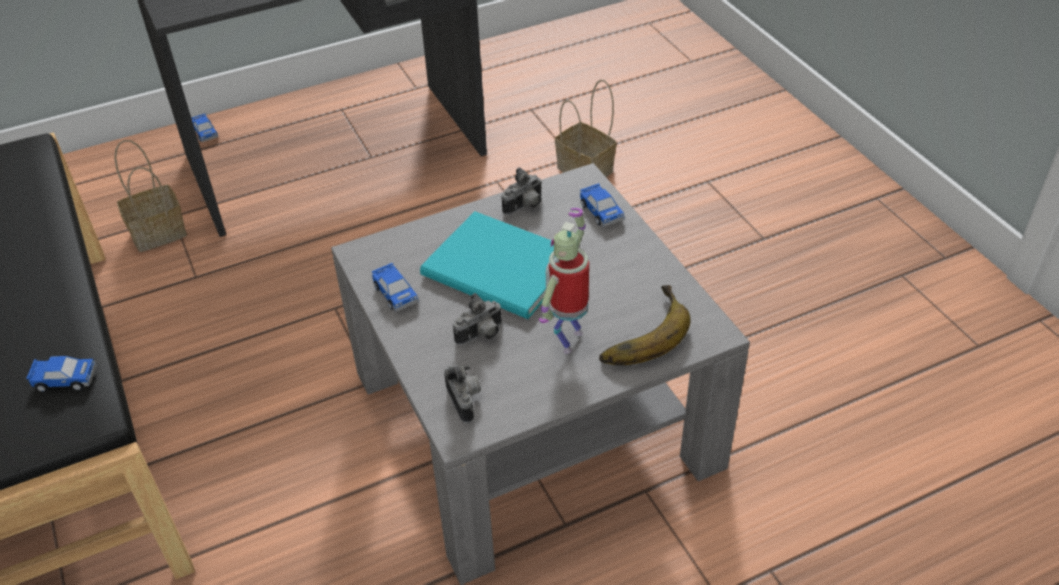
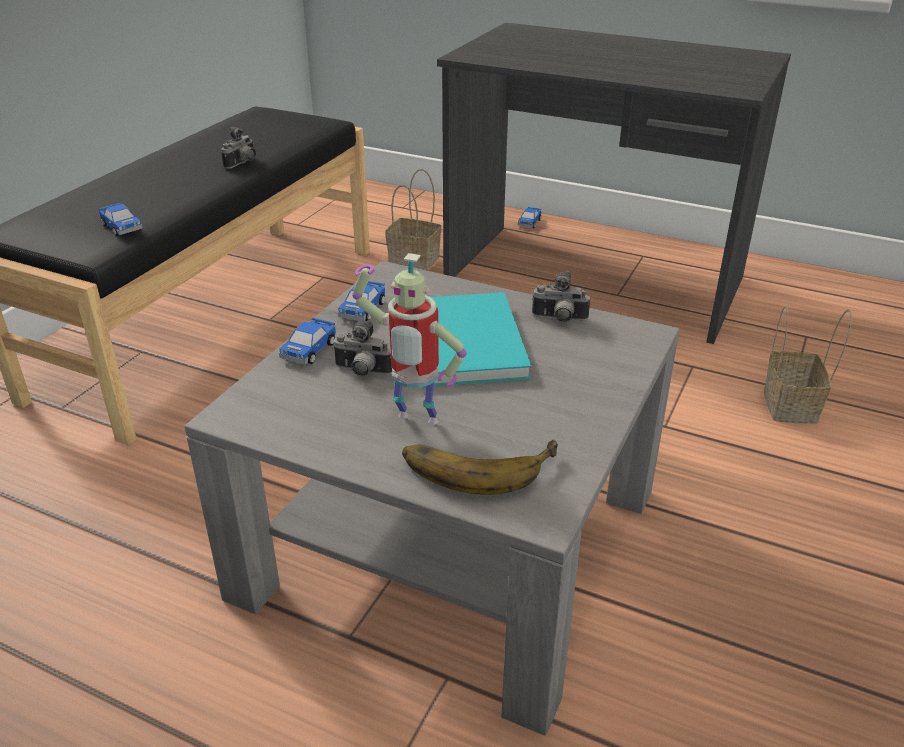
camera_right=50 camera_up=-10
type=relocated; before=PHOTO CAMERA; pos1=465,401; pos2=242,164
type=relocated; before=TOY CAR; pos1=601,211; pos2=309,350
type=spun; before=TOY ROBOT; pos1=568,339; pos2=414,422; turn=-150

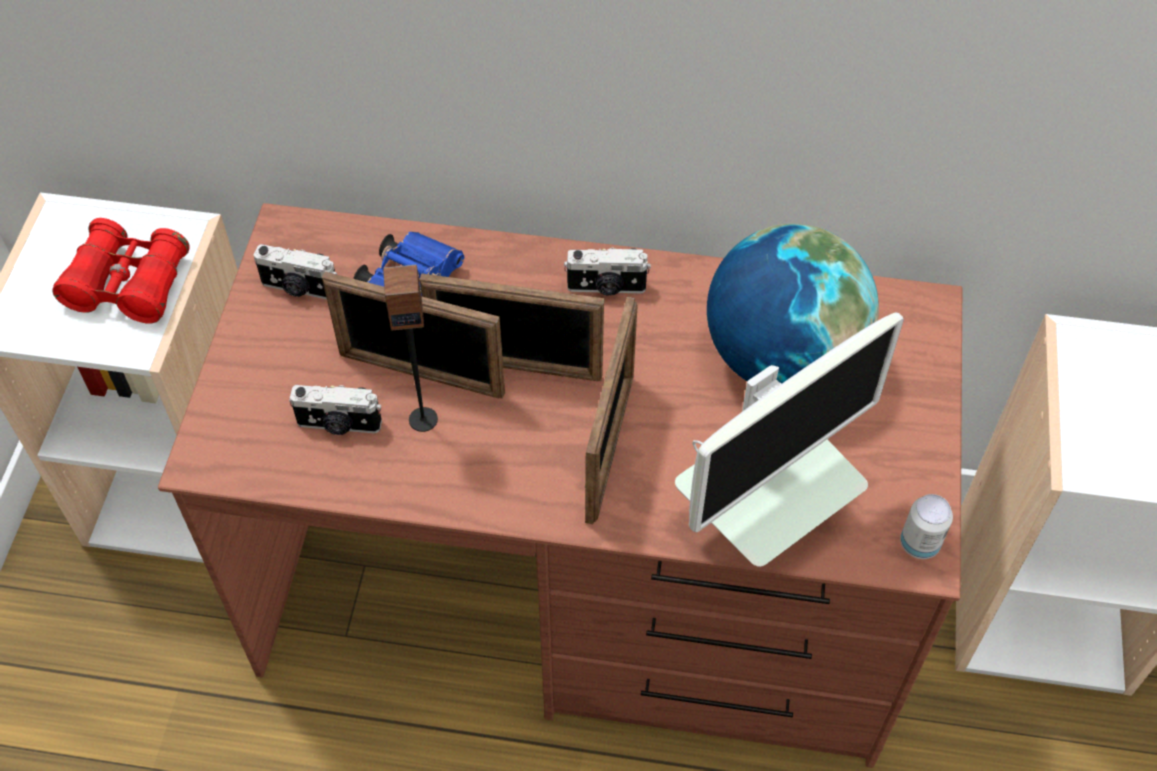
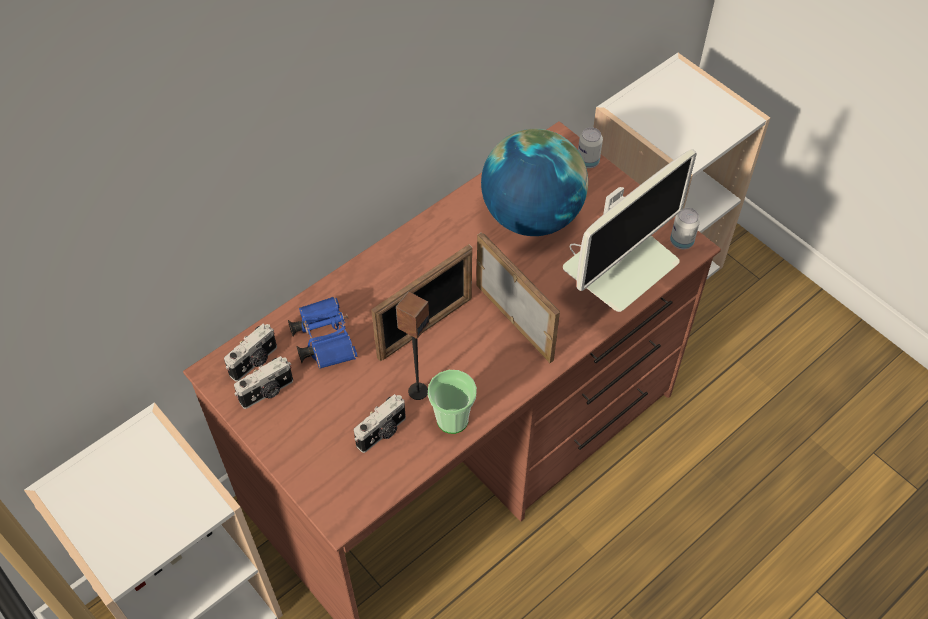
camera_right=-50 camera_up=0
type=missing; before=RED BINOCULARS; pos1=129,284
type=missing; before=PICTURE FRAME; pos1=421,374
type=appeared; after=CUP; pos2=452,419
type=appeared; after=CAN; pos2=587,161
type=relocated; before=PHOTO CAMERA; pos1=606,288; pos2=255,362
type=spun; before=MONITOR; pos1=760,519; pos2=614,291; turn=45

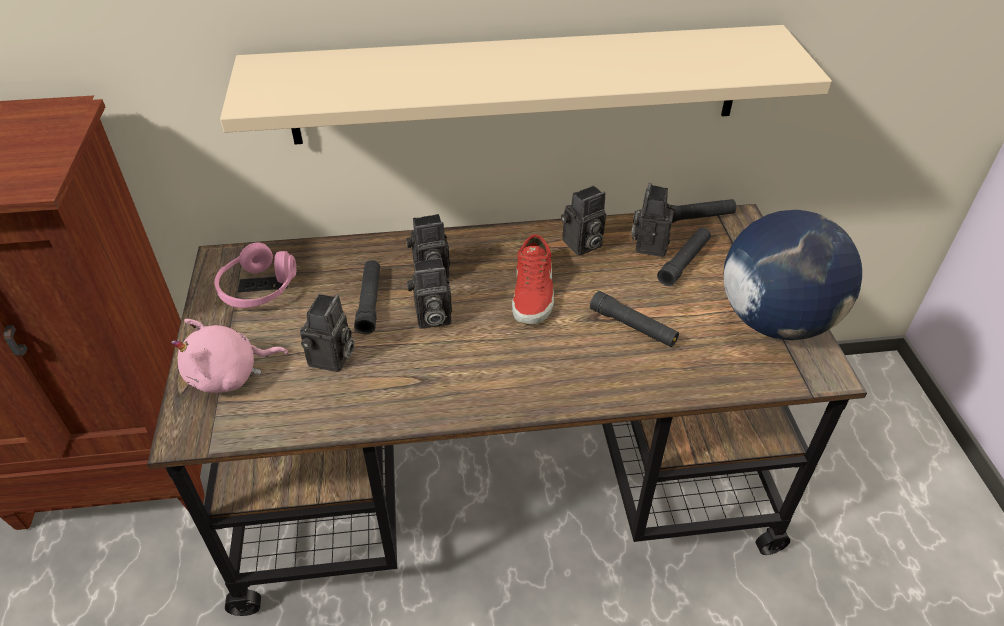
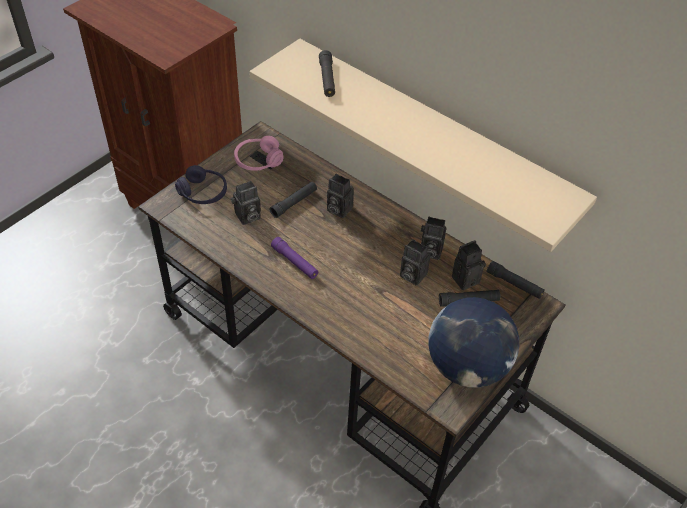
camera_right=45 camera_up=5
type=missing; before=RED SHOE; pos1=534,292
type=appeared; after=PURPLE FLASHLIGHT; pos2=295,262
type=relocated; before=PHOTO CAMERA; pos1=431,318; pos2=411,275
type=relocated; before=BLACK FLASHLIGHT; pos1=633,326; pos2=327,79
type=exchanged; before=PINK PLUSH TOY; after=PURPLE HEADPHONES; pos1=230,375; pos2=203,192

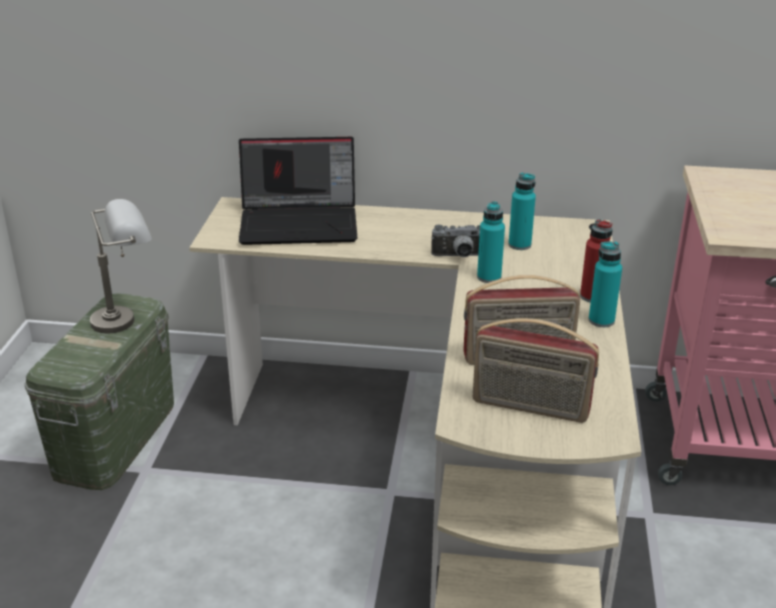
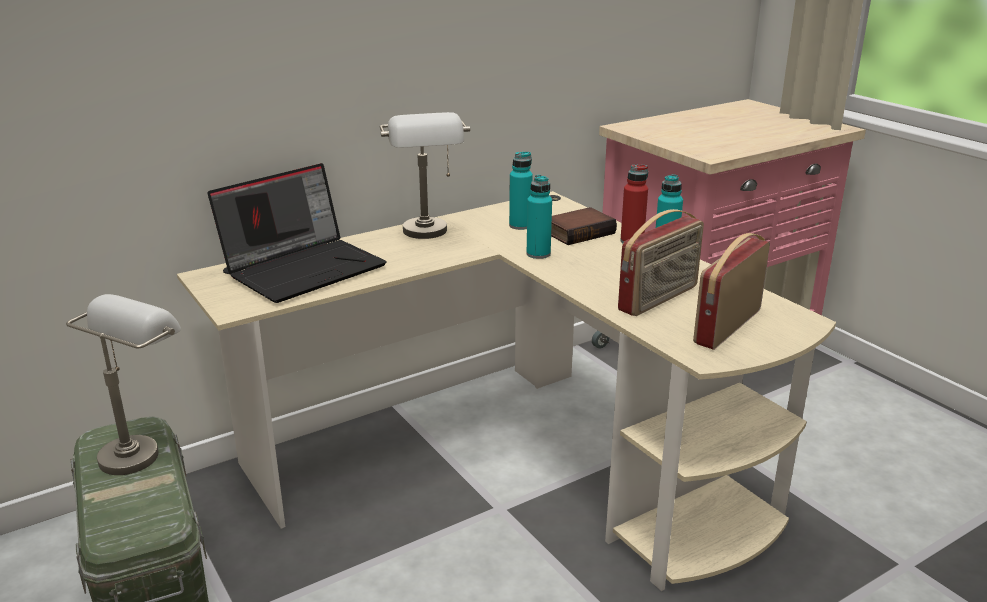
camera_right=-40 camera_up=-5
type=missing; before=PHOTO CAMERA; pos1=458,256
type=appeared; after=GREY TABLE LAMP; pos2=429,236
type=appeared; after=BOOK; pos2=578,232
type=spun; before=RADIO; pos1=530,407; pos2=726,326; turn=150

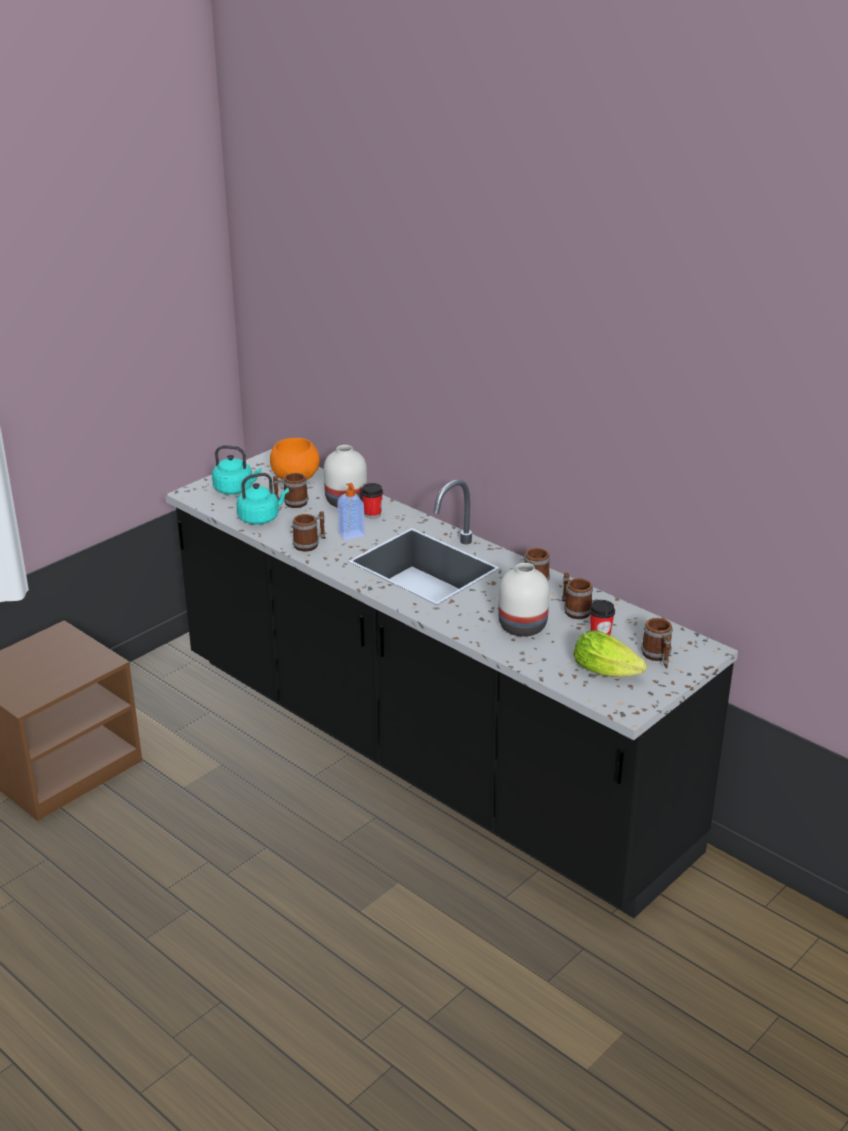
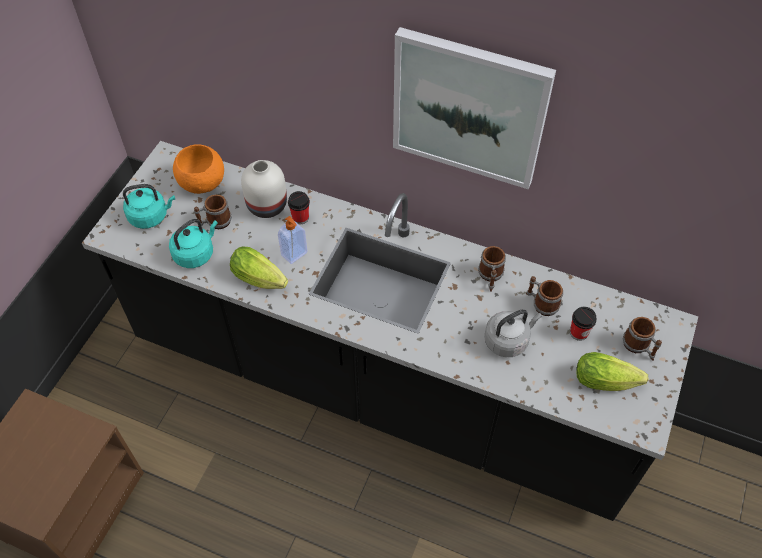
camera_right=-20 camera_up=25
type=appeared; after=PICTURE; pos2=469,108
type=exchanged; before=MUG; after=LETTUCE; pos1=310,544; pos2=261,279
type=exchanged; before=WHITE VASE; after=GREY KETTLE; pos1=523,626; pos2=508,340

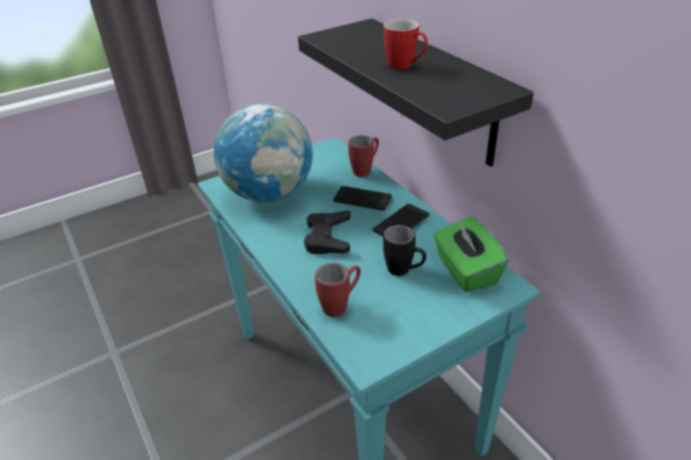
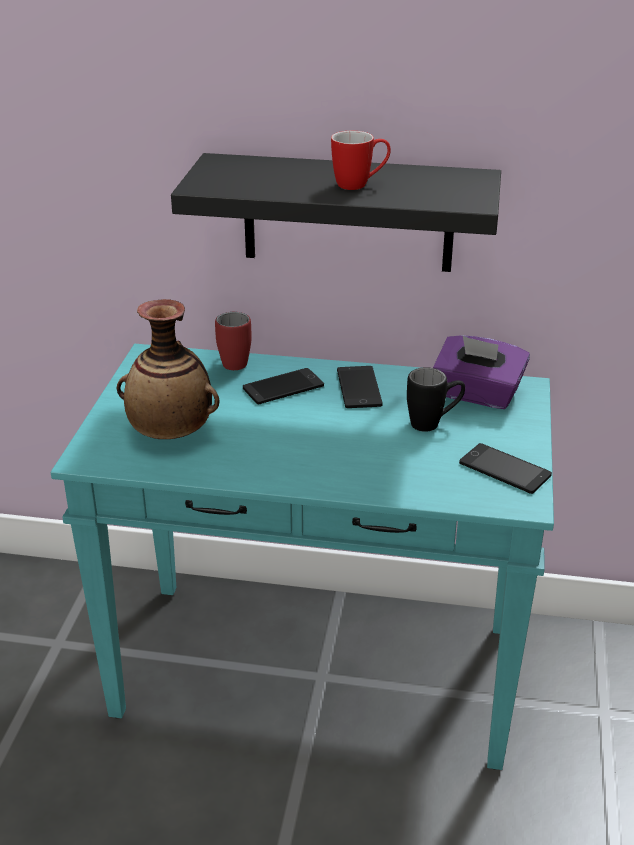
camera_right=-50 camera_up=-5
type=missing; before=BLACK GAME CONTROLLER; pos1=328,237
type=missing; before=RED MUG; pos1=341,305
type=appeared; after=PHONE; pos2=504,469
type=exchanged; before=GLOBE; after=VASE; pos1=269,194; pos2=172,434
type=colour; before=GREEN TISSUE BOX; after=PURPLE TISSUE BOX; pos1=465,271; pos2=477,394

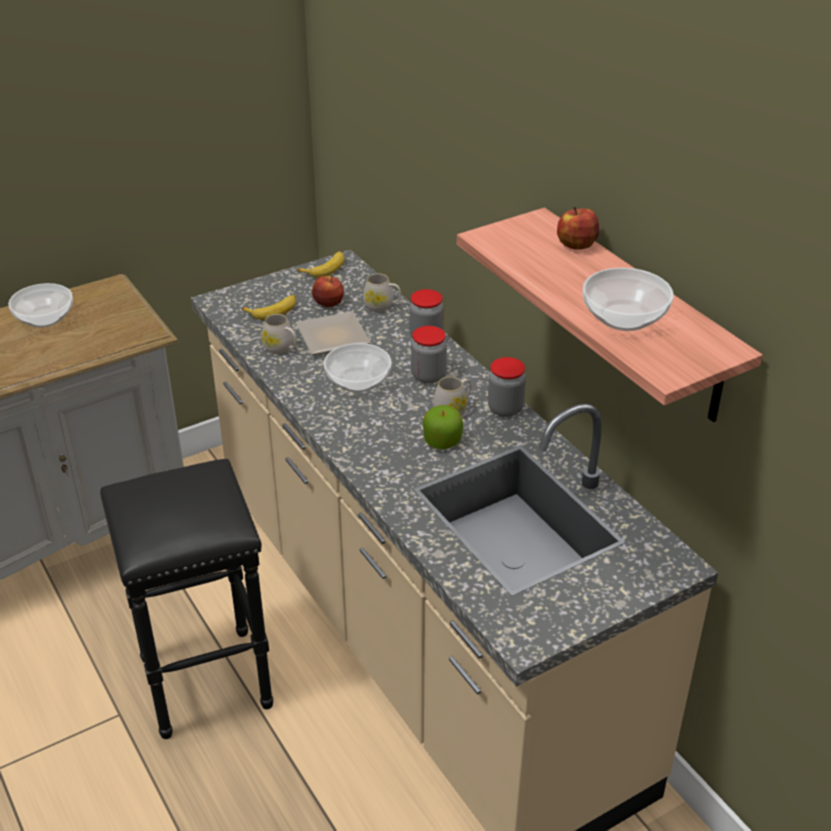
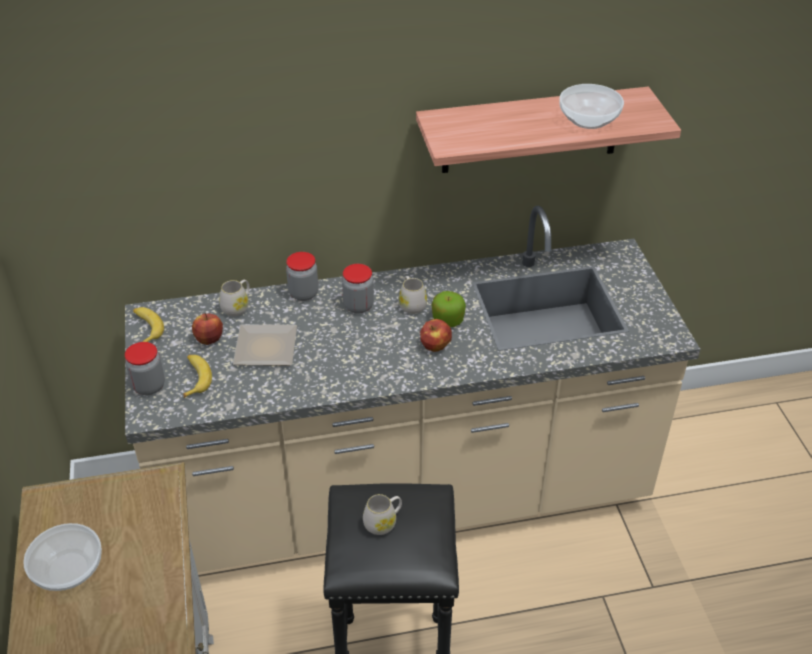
camera_right=-70 camera_up=5
type=missing; before=BOWL; pos1=359,381
type=relocated; before=WHITE MUG; pos1=281,349; pos2=383,522
type=relocated; before=JAR; pos1=505,409; pos2=149,386
type=relocated; before=APPLE; pos1=576,246; pos2=435,346

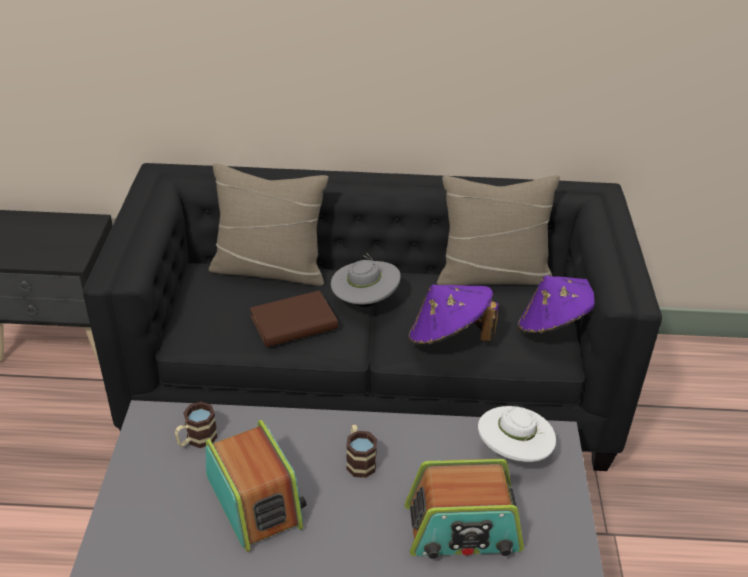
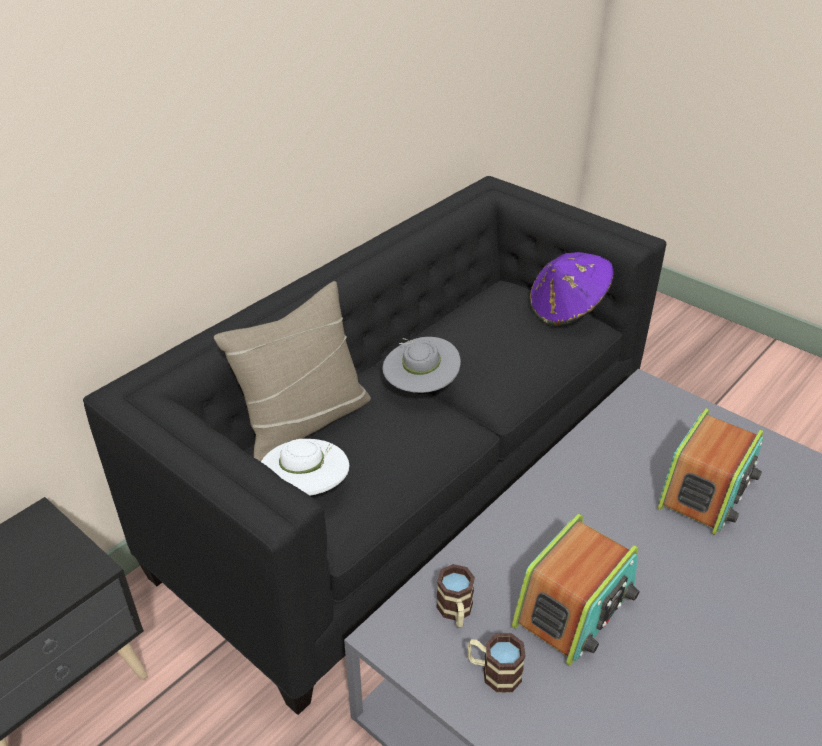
camera_right=-50 camera_up=0
type=missing; before=BROWN BOOK; pos1=294,323
type=missing; before=PURPLE HAT; pos1=448,338
type=missing; before=BEIGE PILLOW; pos1=493,275
type=relocated; before=MUG; pos1=359,460; pos2=493,672
type=relocated; before=WHITE HAT; pos1=513,453; pos2=306,490
type=spun; before=RADIO; pos1=255,500; pos2=575,607; turn=120

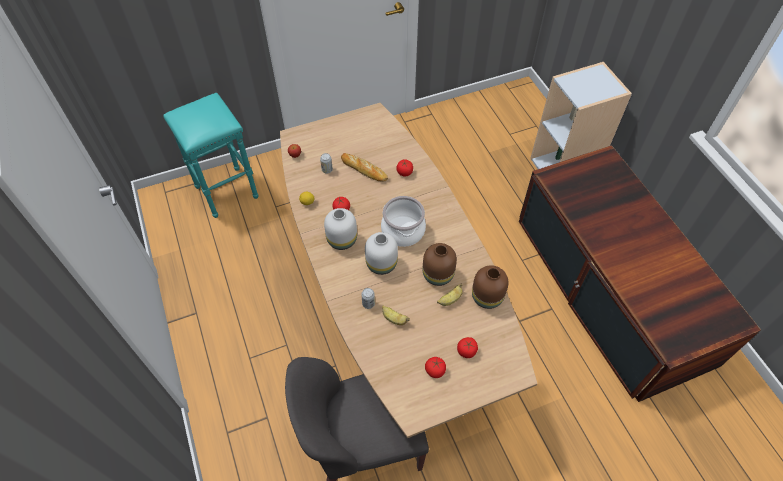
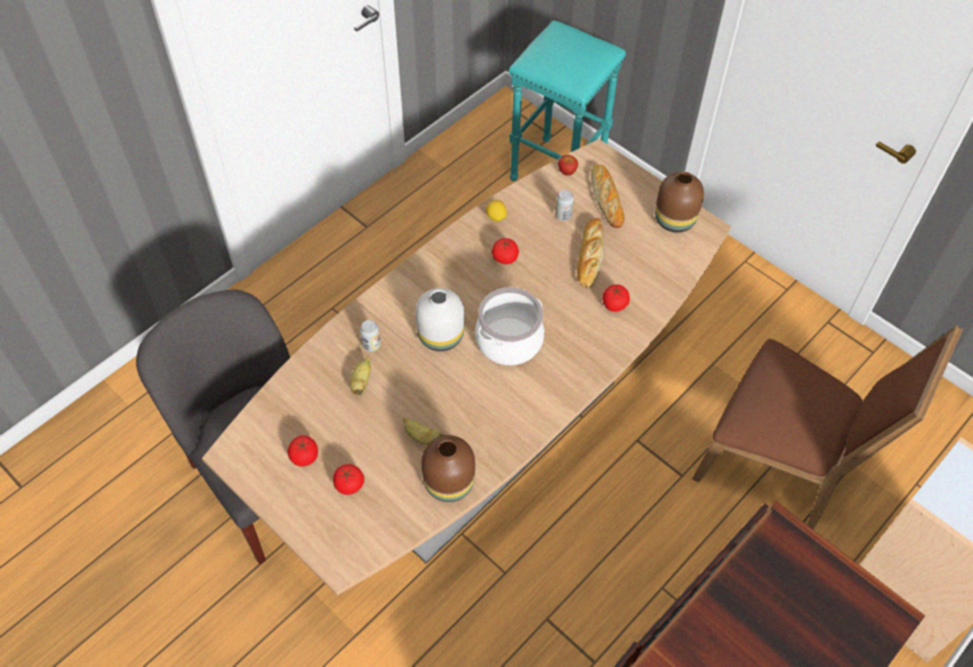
camera_right=65 camera_up=0
type=missing; before=WHITE VASE; pos1=342,239
type=appeared; after=BREAD; pos2=607,198
type=appeared; after=BROWN CHAIR; pos2=782,466
type=relocated; before=BROWN VASE; pos1=437,275; pos2=674,219

